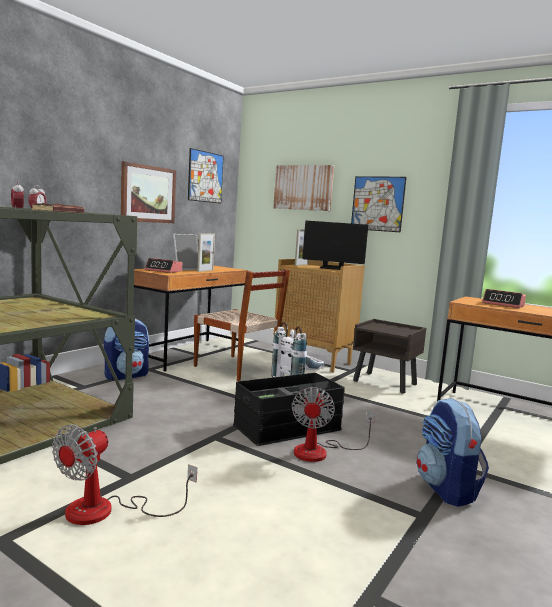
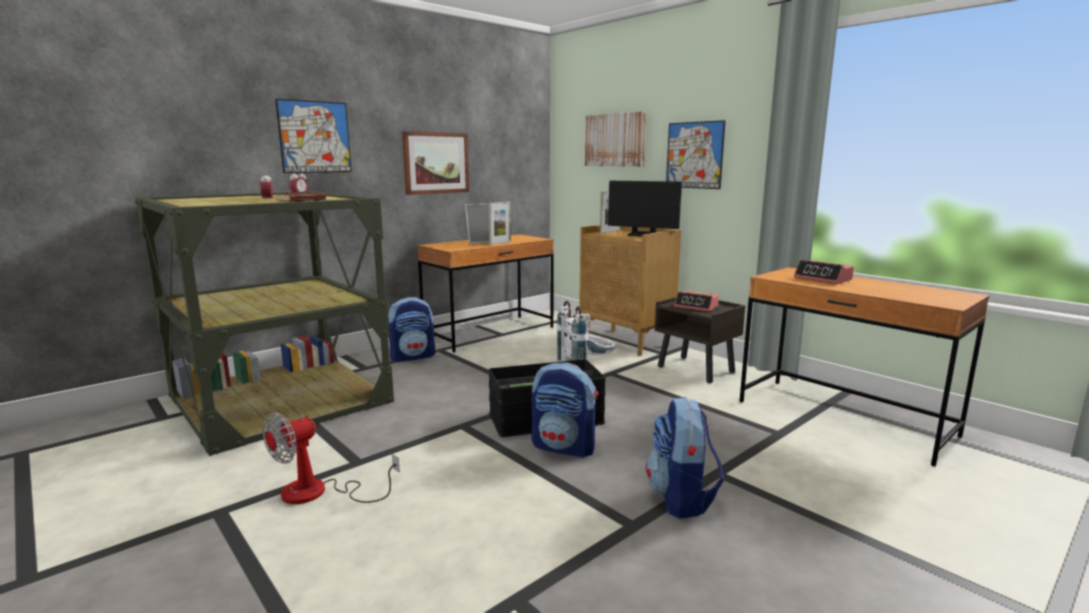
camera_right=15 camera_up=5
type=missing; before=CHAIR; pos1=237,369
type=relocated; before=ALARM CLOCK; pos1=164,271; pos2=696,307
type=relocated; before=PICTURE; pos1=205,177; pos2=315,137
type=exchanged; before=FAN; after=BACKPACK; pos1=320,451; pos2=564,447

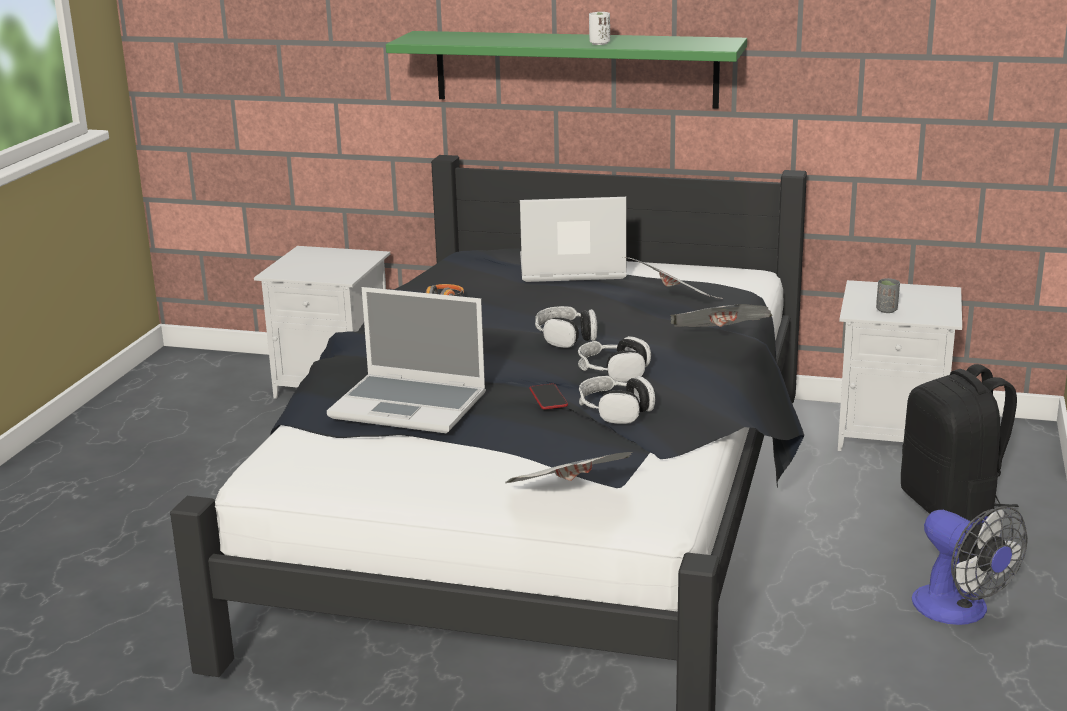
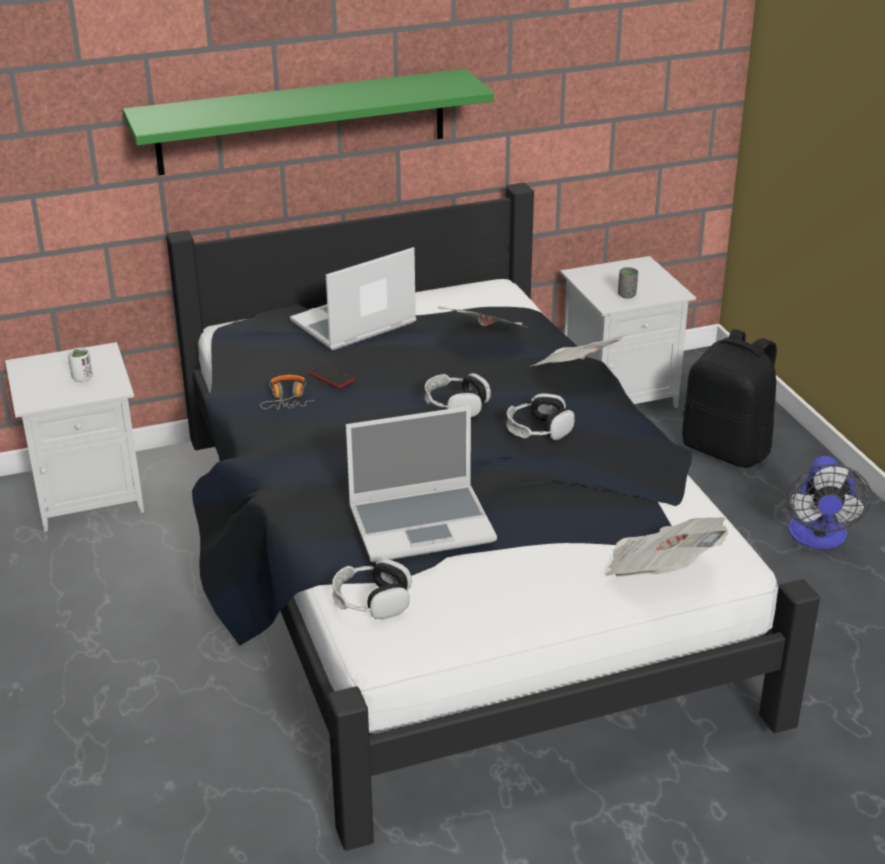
camera_right=-35 camera_up=10
type=relocated; before=PHONE; pos1=548,398; pos2=331,377
type=relocated; before=HEADPHONES; pos1=615,411; pos2=372,601
type=relocated; before=WHITE CUP; pos1=599,43; pos2=82,378
type=spun; before=FAN; pos1=960,611; pos2=818,538; turn=75

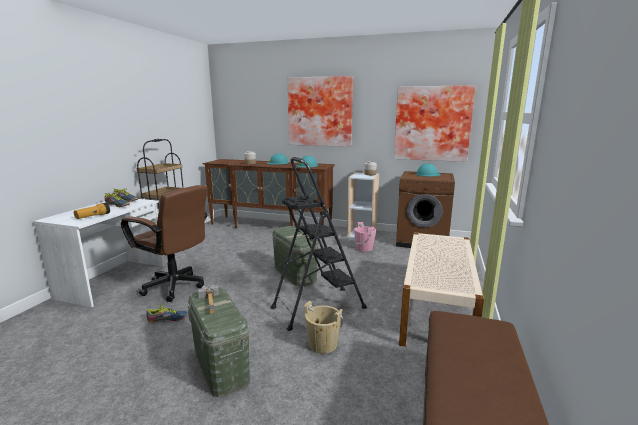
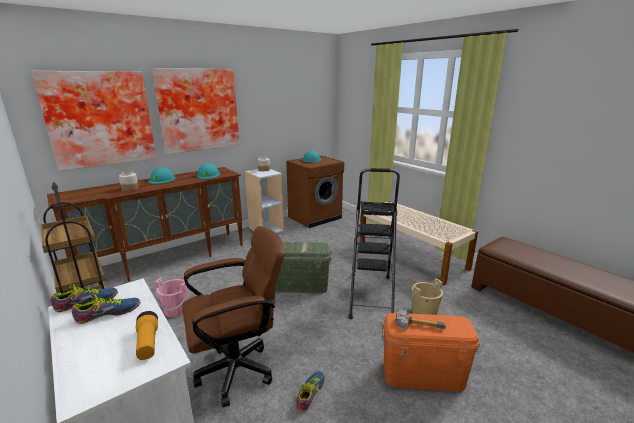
camera_right=-55 camera_up=5
type=relocated; before=PINK BUCKET; pos1=364,248; pos2=176,310
type=relocated; before=PICTURE; pos1=432,124; pos2=100,119
type=colour; before=GREEN STORAGE BOX; after=ORANGE STORAGE BOX; pos1=220,365; pos2=422,375

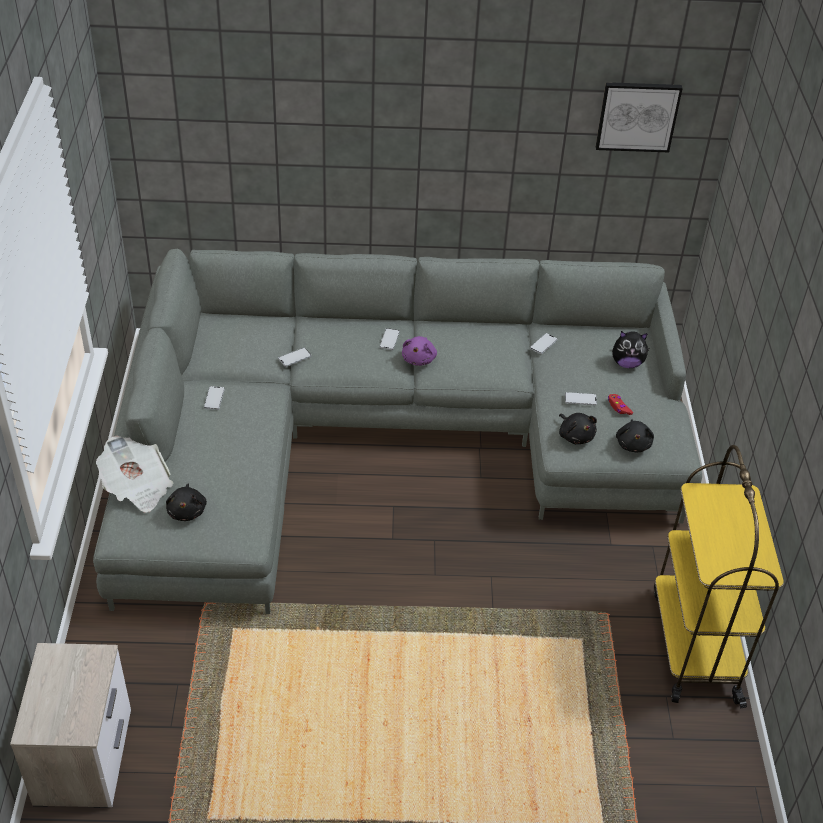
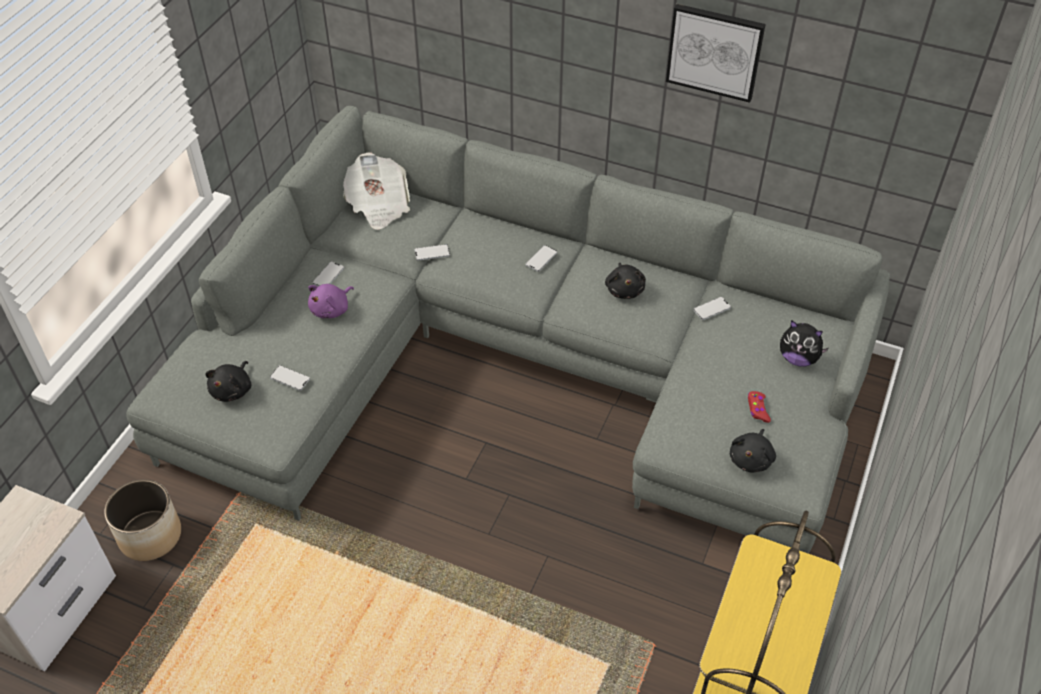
camera_right=25 camera_up=5
type=appeared; after=PLANTER; pos2=150,536
type=relocated; before=NEWSPAPER; pos1=137,487; pos2=378,205
type=relocated; before=PURPLE PLUSH TOY; pos1=419,359; pos2=331,309
type=relocated; before=BLACK PLUSH TOY; pos1=575,435; pos2=624,289
type=relocated; before=PHONE; pos1=580,399; pos2=290,378
type=relocated; before=PICTURE; pos1=637,116; pos2=715,51

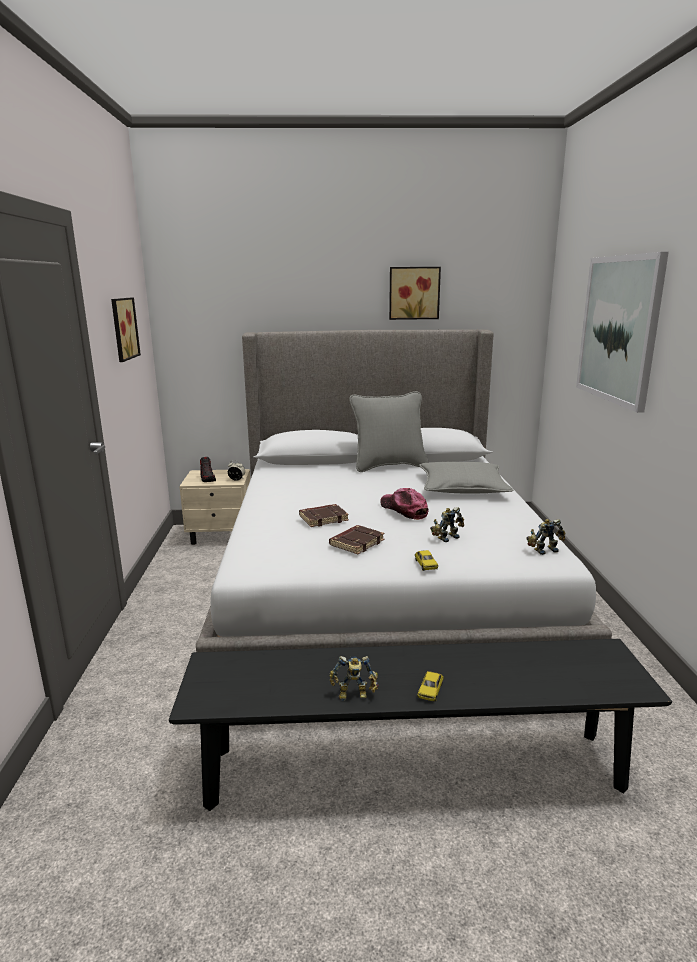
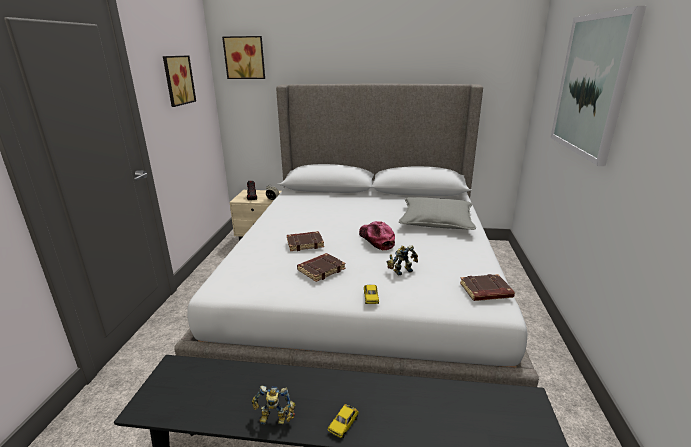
camera_right=10 camera_up=5
type=missing; before=GREY PILLOW; pos1=388,466
type=relocated; before=PICTURE; pos1=414,293; pos2=245,57
type=exchanged; before=TOY ROBOT; after=BROWN BOOK; pos1=544,550; pos2=485,291

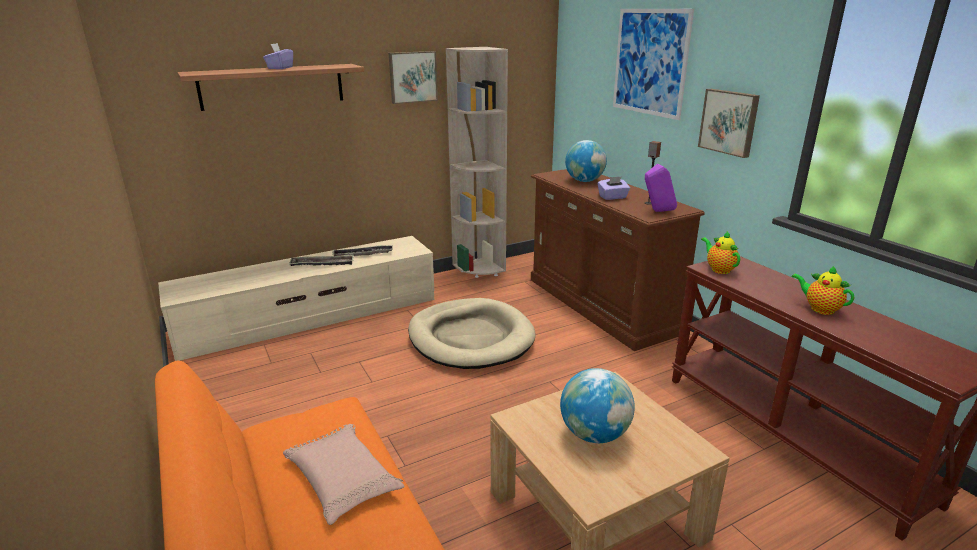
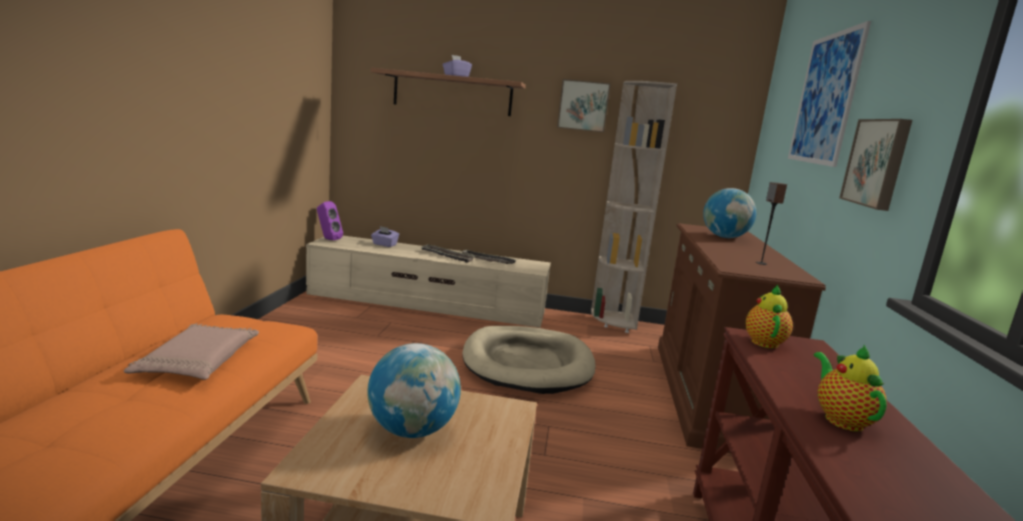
camera_right=35 camera_up=-10
type=relocated; before=PURPLE TISSUE BOX; pos1=613,197; pos2=384,244
type=relocated; before=PURPLE SPEAKER; pos1=657,211; pos2=328,239

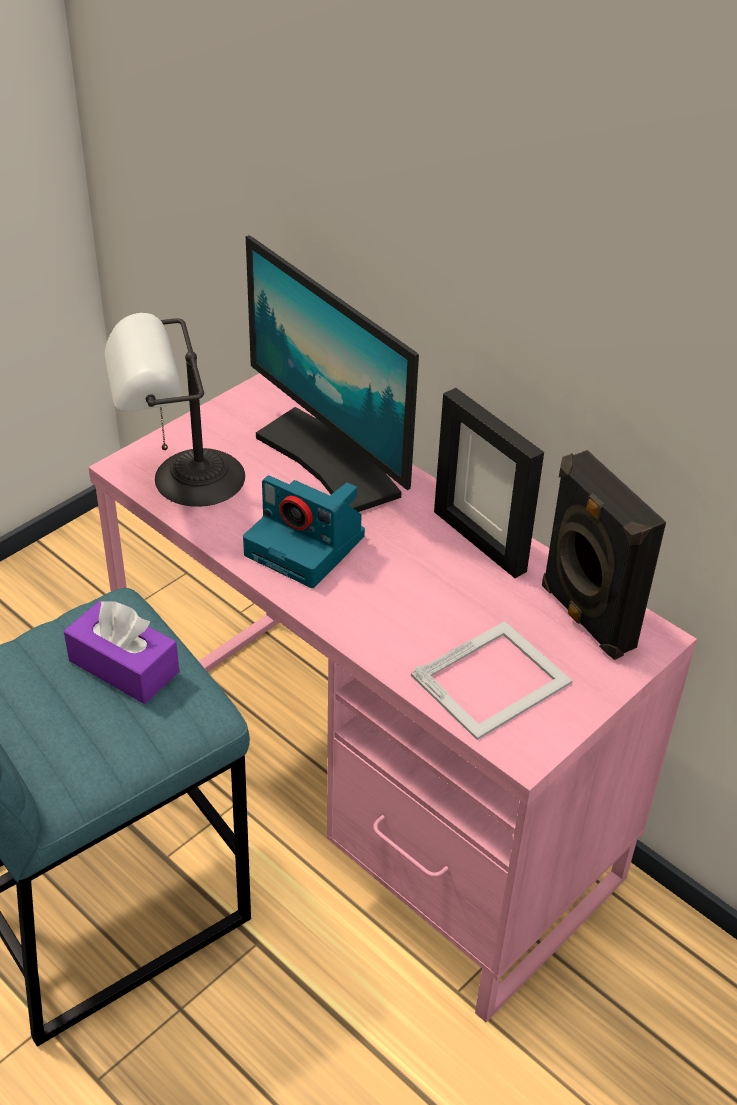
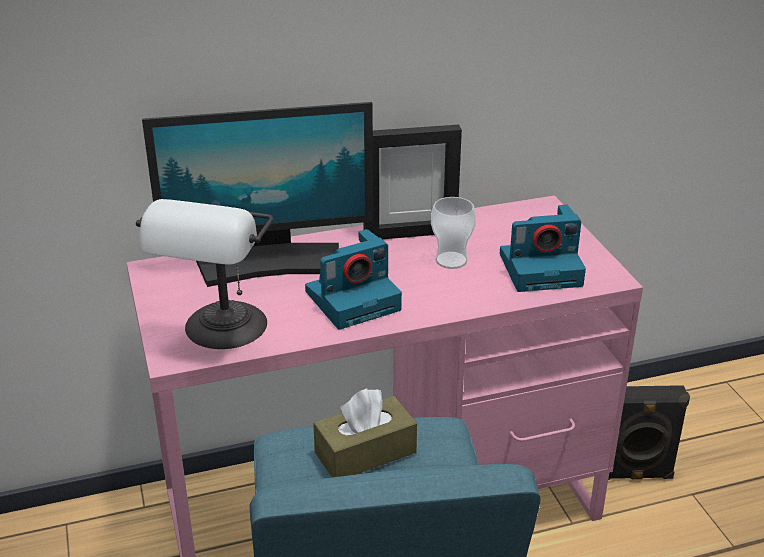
camera_right=-60 camera_up=-10
type=appeared; after=CUP; pos2=451,260
type=relocated; before=BLACK SPEAKER; pos1=584,617; pos2=633,475
type=exchanged; before=PICTURE FRAME; after=PHOTO CAMERA; pos1=493,679; pos2=542,269
type=colour; before=PURPLE TISSUE BOX; after=BROWN TISSUE BOX; pos1=124,666; pos2=365,452

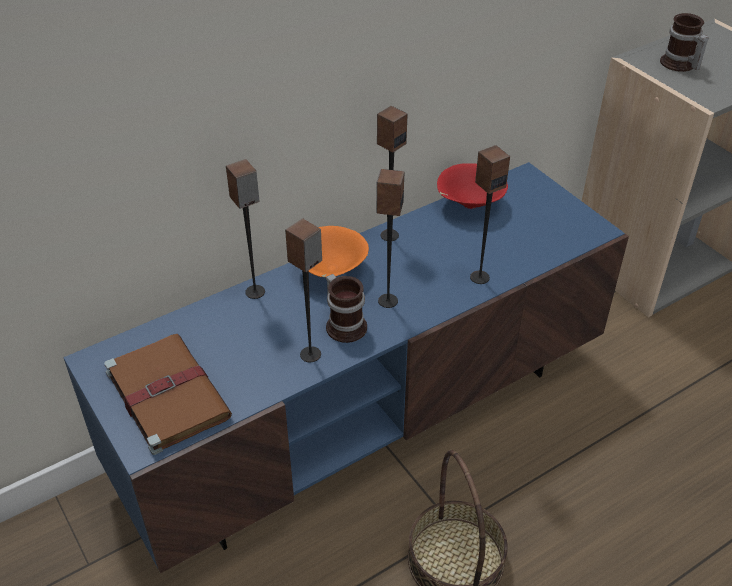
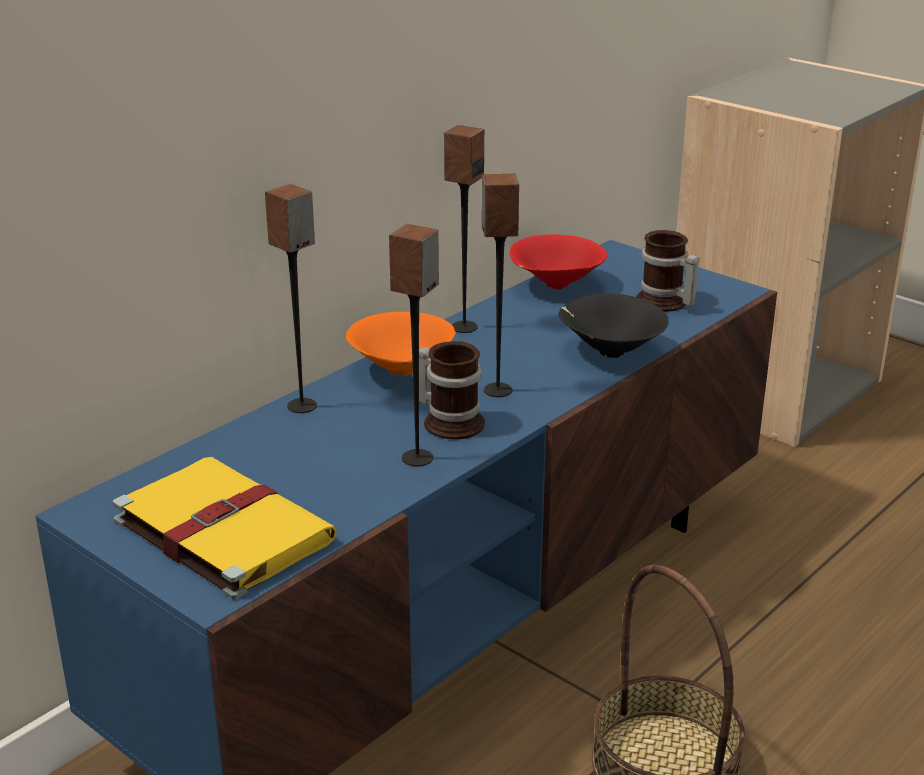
camera_right=-15 camera_up=-15
type=relocated; before=MUG; pos1=679,65; pos2=664,303
type=exchanged; before=SPEAKER; after=BLACK BOWL; pos1=479,277; pos2=609,352
type=colour; before=BROWN BOOK; after=YELLOW BOOK; pos1=166,393; pos2=220,529

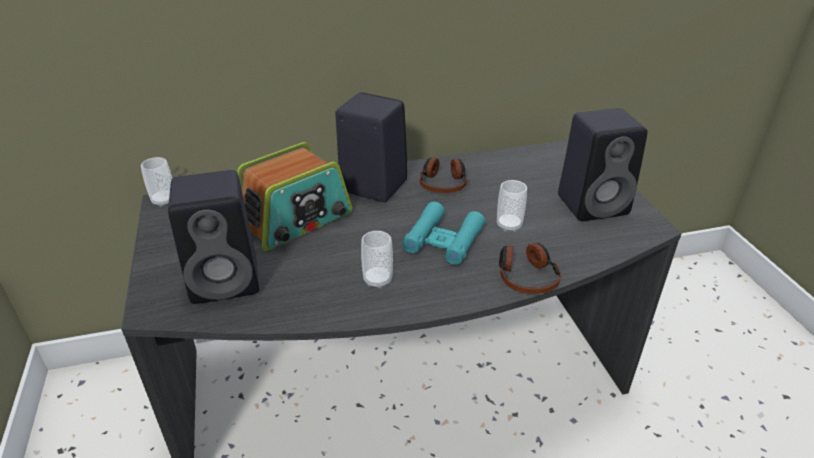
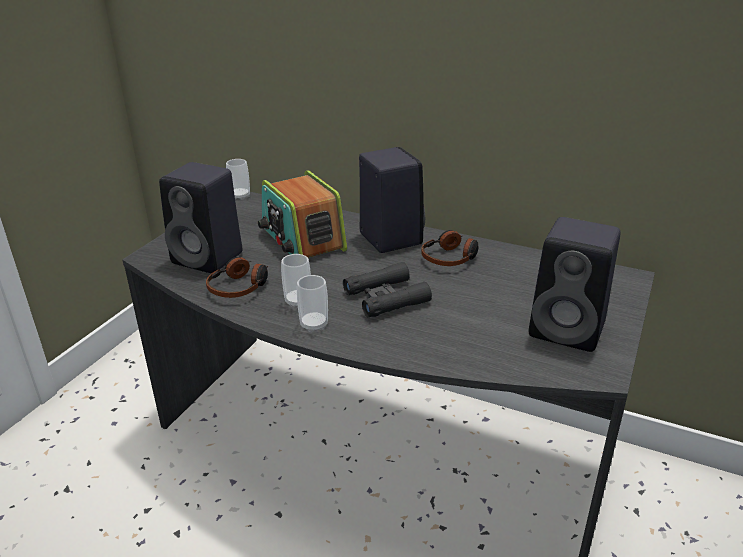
camera_right=40 camera_up=-5
type=relocated; before=CUP; pos1=509,225; pos2=314,325
type=relocated; before=HEADPHONES; pos1=526,276; pos2=239,287
type=colour; before=TURQUOISE BINOCULARS; after=BLACK BINOCULARS; pos1=443,240; pos2=386,297
type=spun; before=RADIO; pos1=296,219; pos2=302,239; turn=60

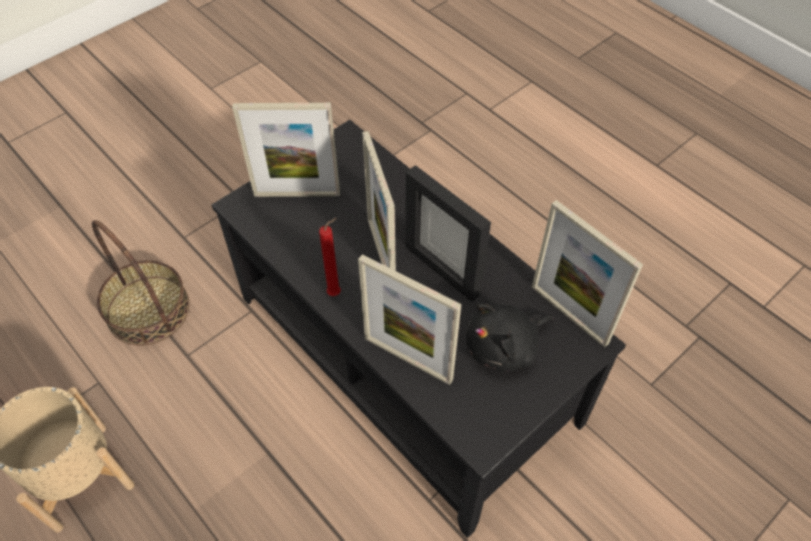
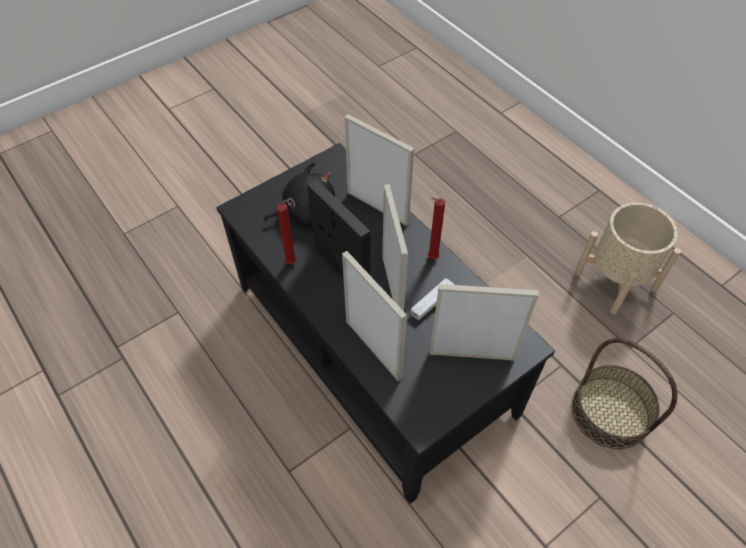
camera_right=-175 camera_up=0
type=appeared; after=RED CANDLE; pos2=293,262
type=appeared; after=WHITE GAME CONTROLLER; pos2=432,302
type=relocated; before=PICTURE FRAME; pos1=569,314; pos2=373,349

